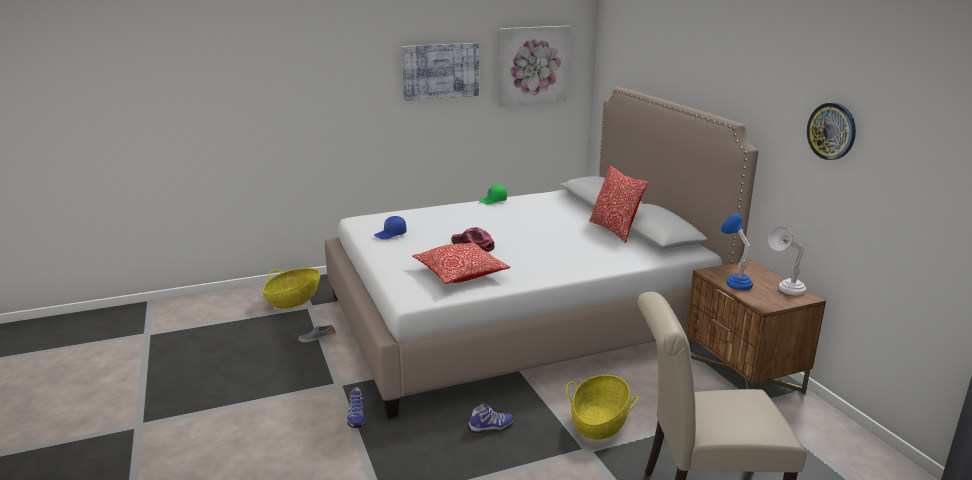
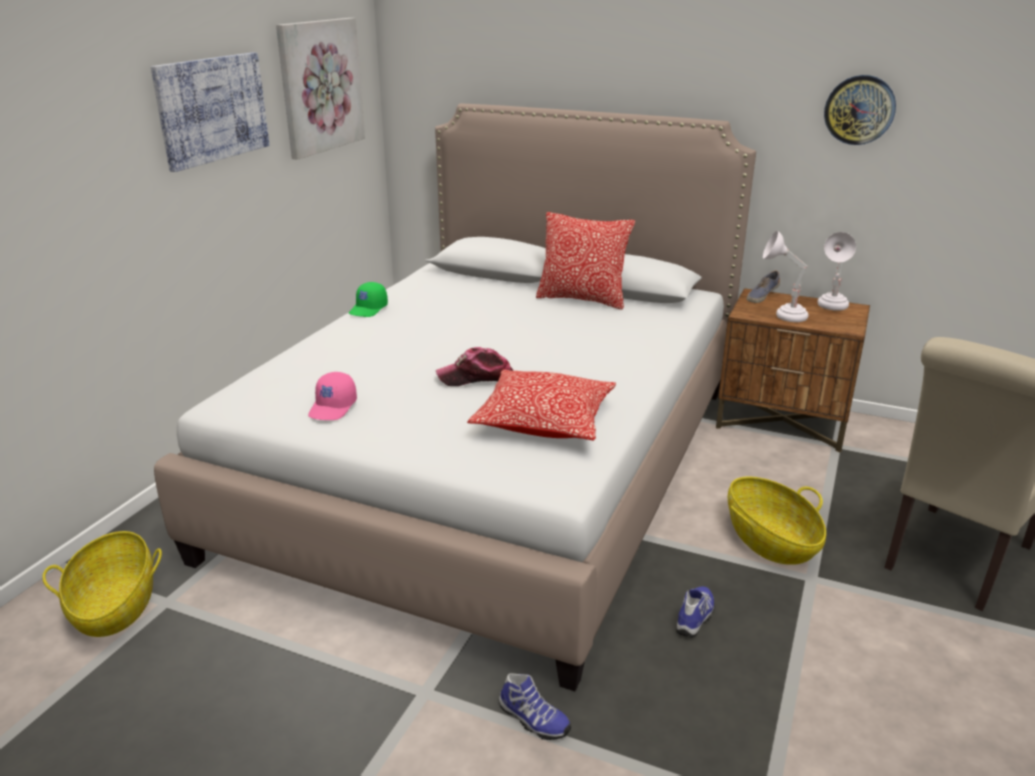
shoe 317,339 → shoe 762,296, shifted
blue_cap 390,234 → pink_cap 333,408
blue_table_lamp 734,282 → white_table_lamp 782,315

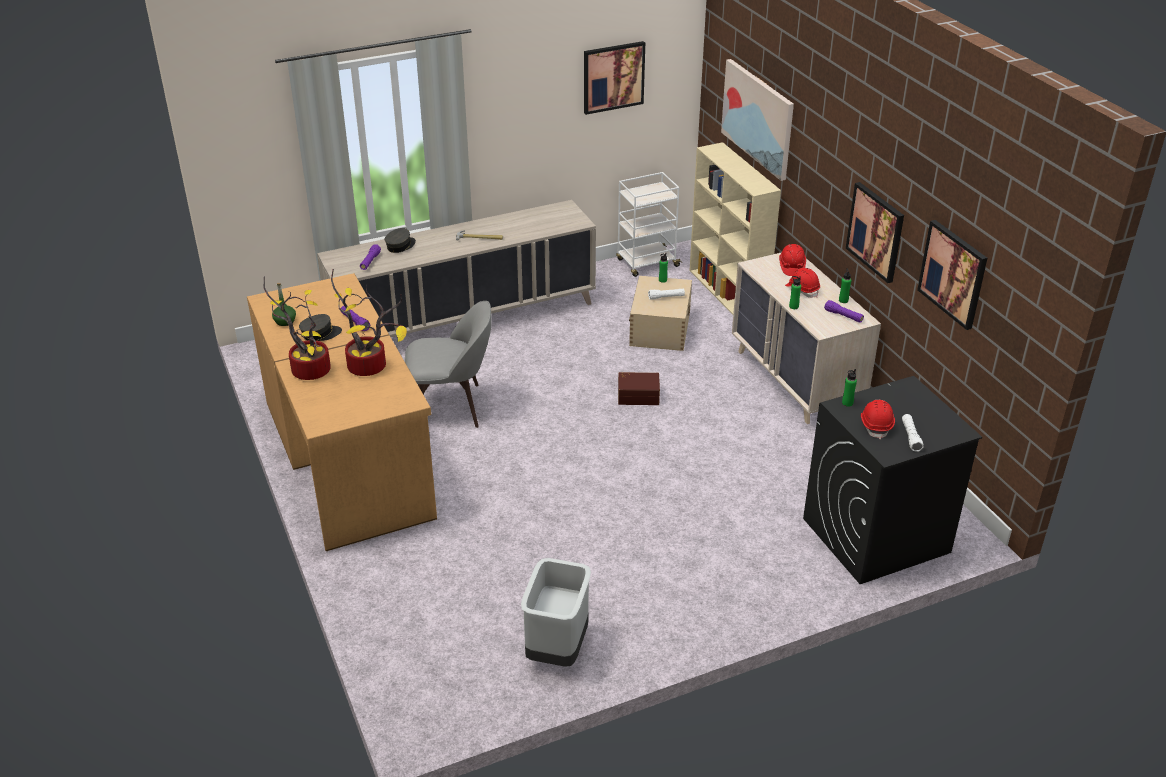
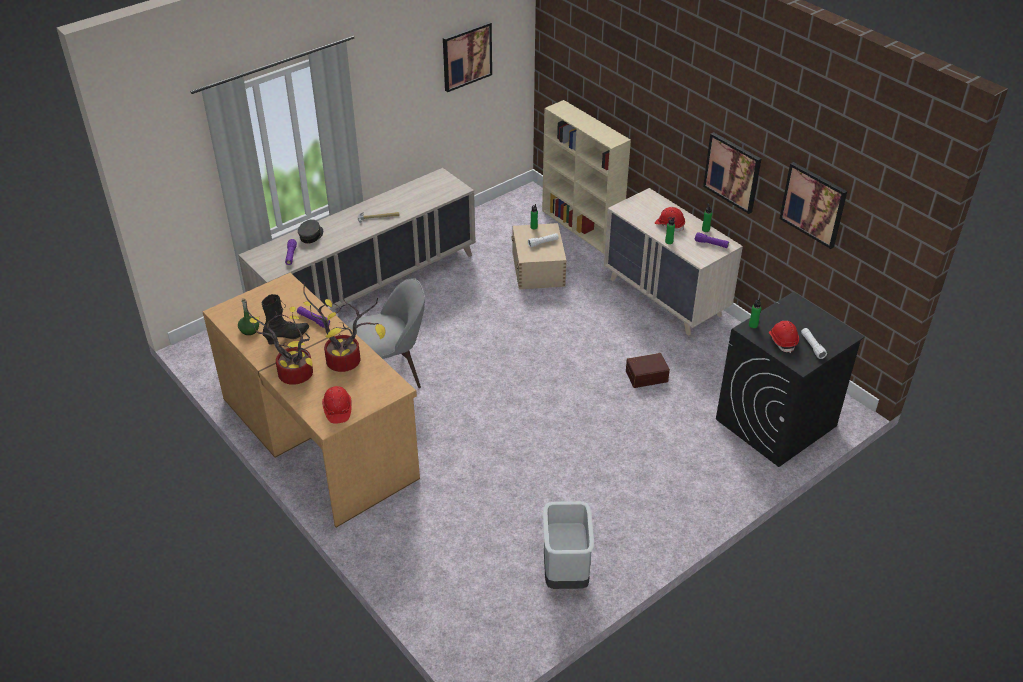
white_cart 647,263 → -
picture 758,118 → -
brown_storage_box 638,395 → brown_storage_box 646,375, shifted
red_hard_hat 791,267 → red_hard_hat 337,410, shifted
grey_cap 320,334 → black_boot 287,337

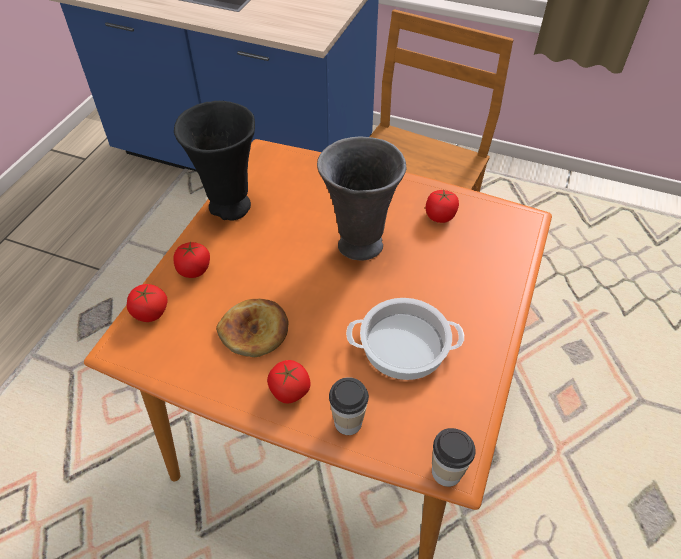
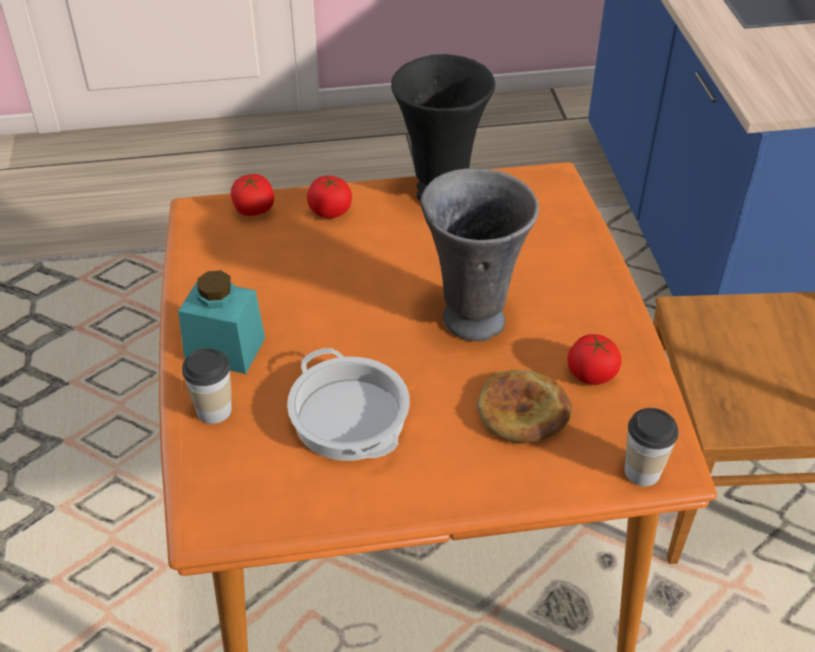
bread 254,330 → bread 522,411, shifted
cup 446,472 → cup 642,471, shifted
tomato 289,390 → turquoise_jar 225,349

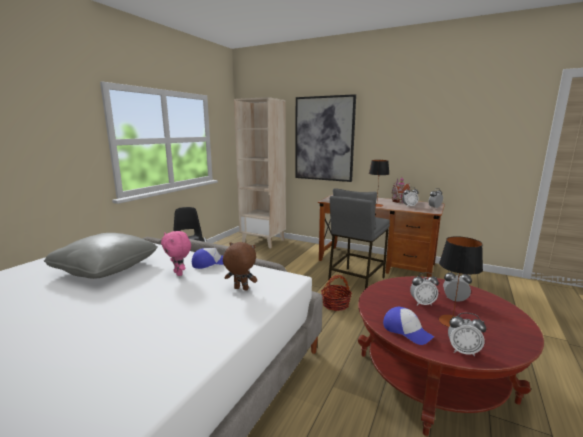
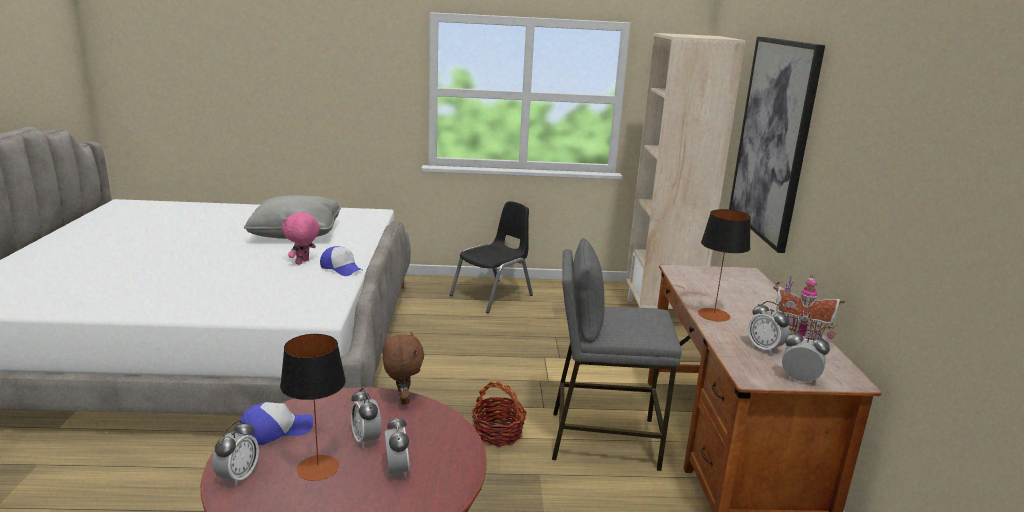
brown_plush_toy 240,289 → brown_plush_toy 402,399, shifted
cap 406,331 → cap 275,430, 135 degrees counterclockwise
alarm_clock 463,351 → alarm_clock 238,476, 150 degrees counterclockwise

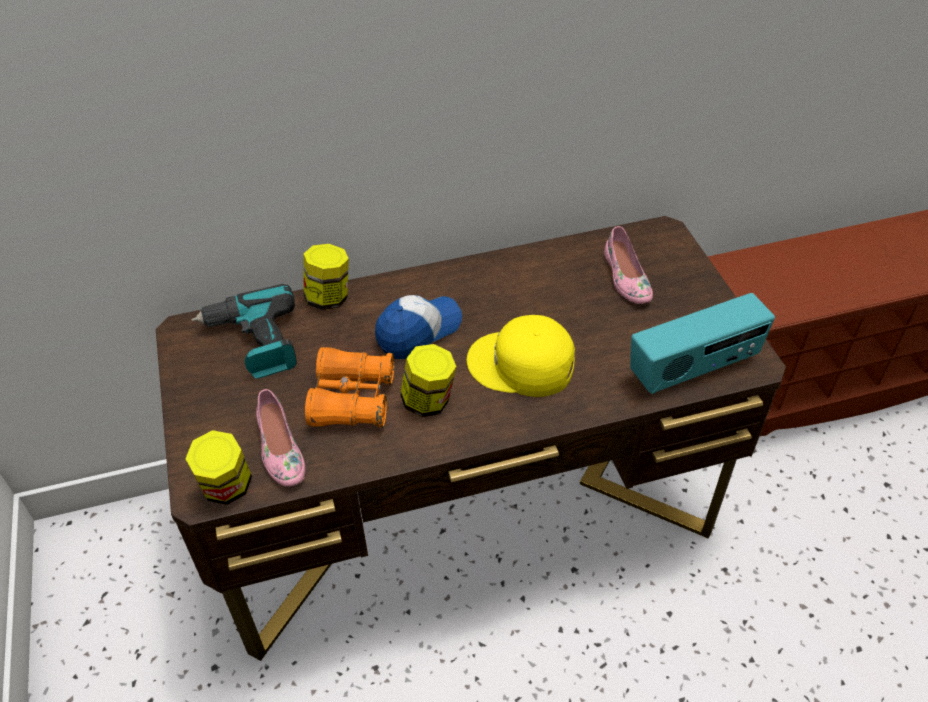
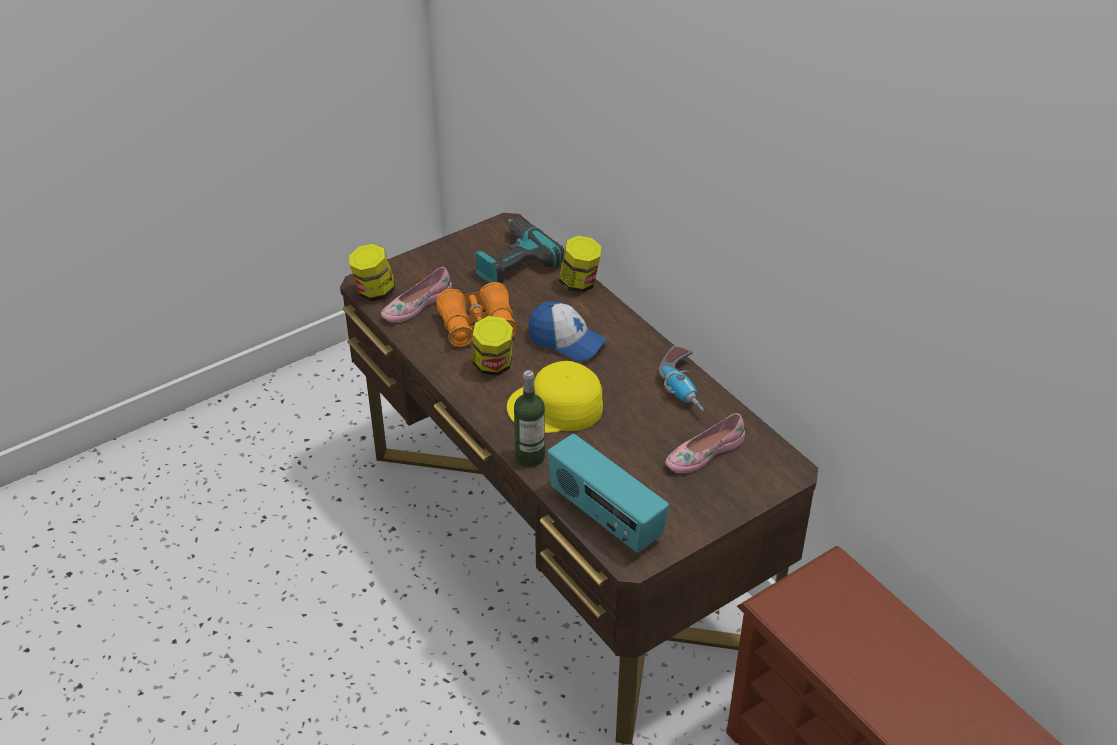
- → bottle 530,457
- → power_drill 685,387
yellow_cap 521,365 → yellow_cap 556,408, 90 degrees counterclockwise

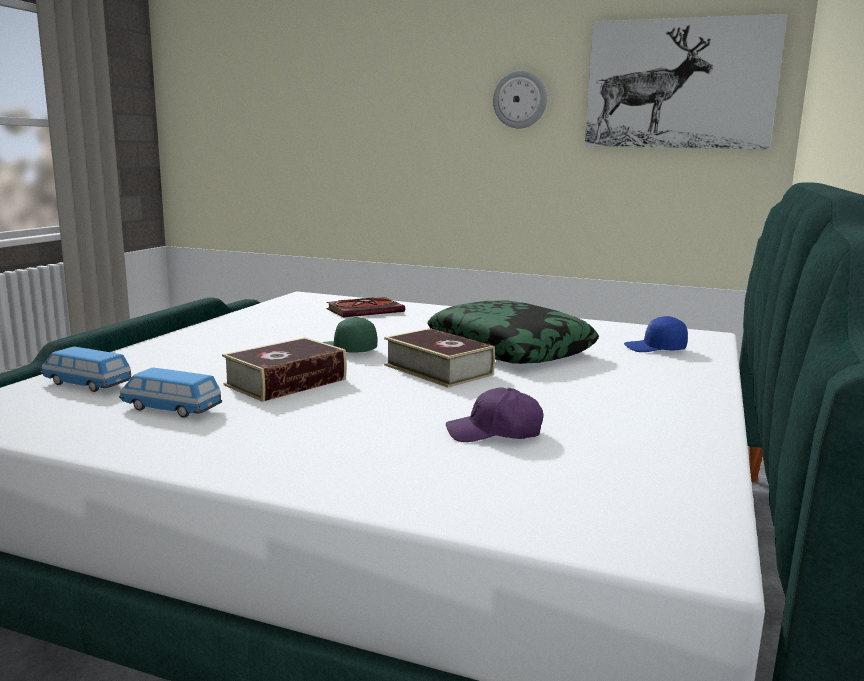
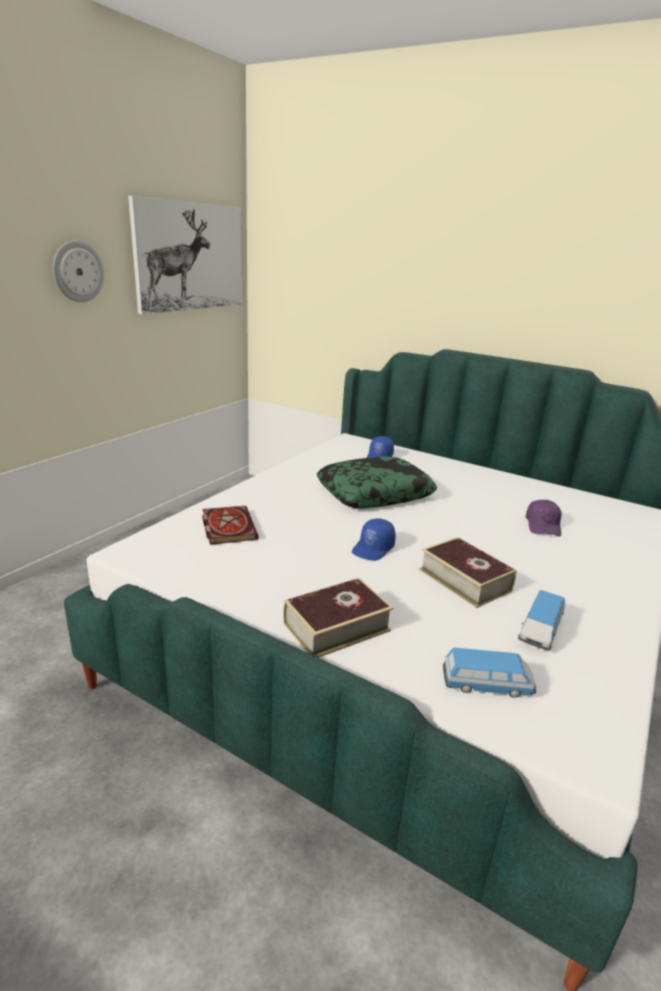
book 438,370 → book 336,627, shifted
green_cap 346,350 → blue_cap 373,549
toy_car 87,384 → toy_car 487,685, 120 degrees counterclockwise

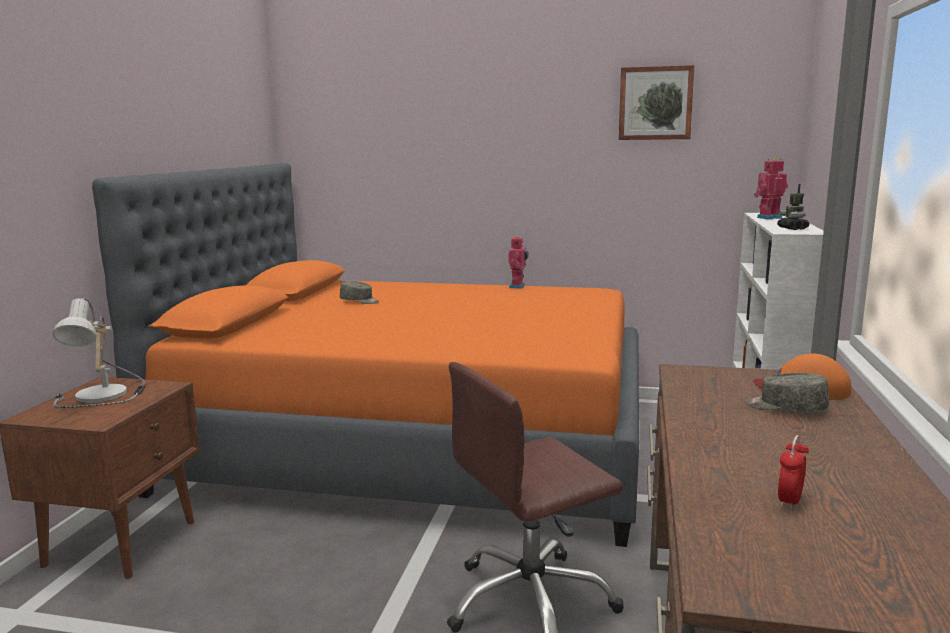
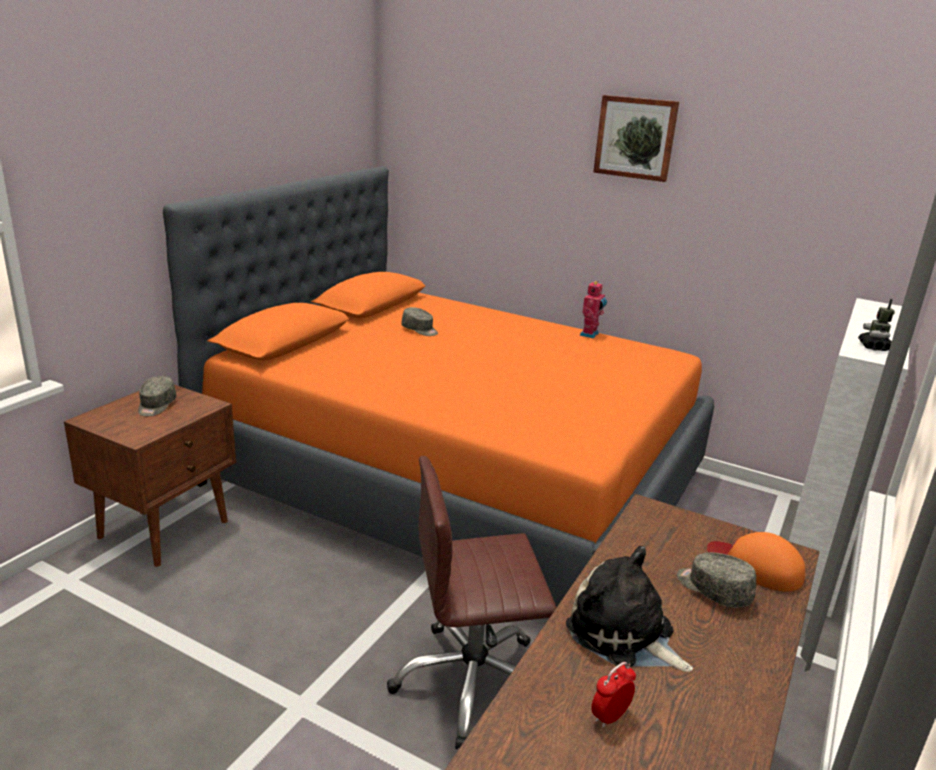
toy_robot 768,218 → -
- → plush_toy 624,635
picture 655,103 → picture 635,138, shifted
table_lamp 105,395 → grey_cap 156,406

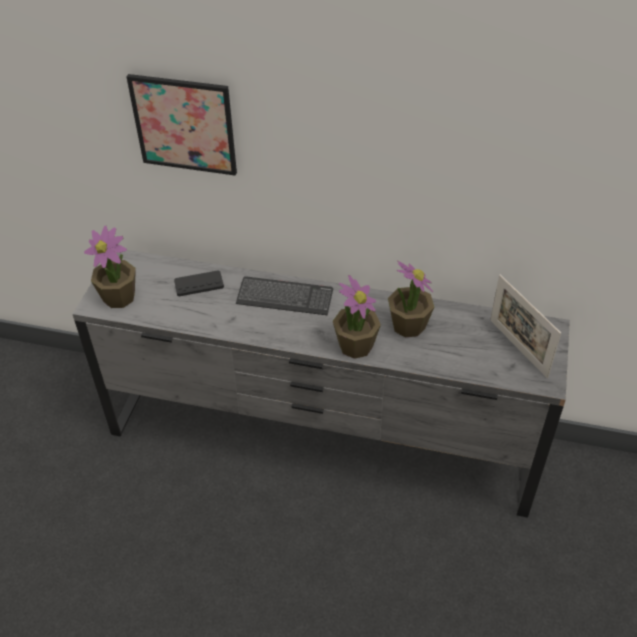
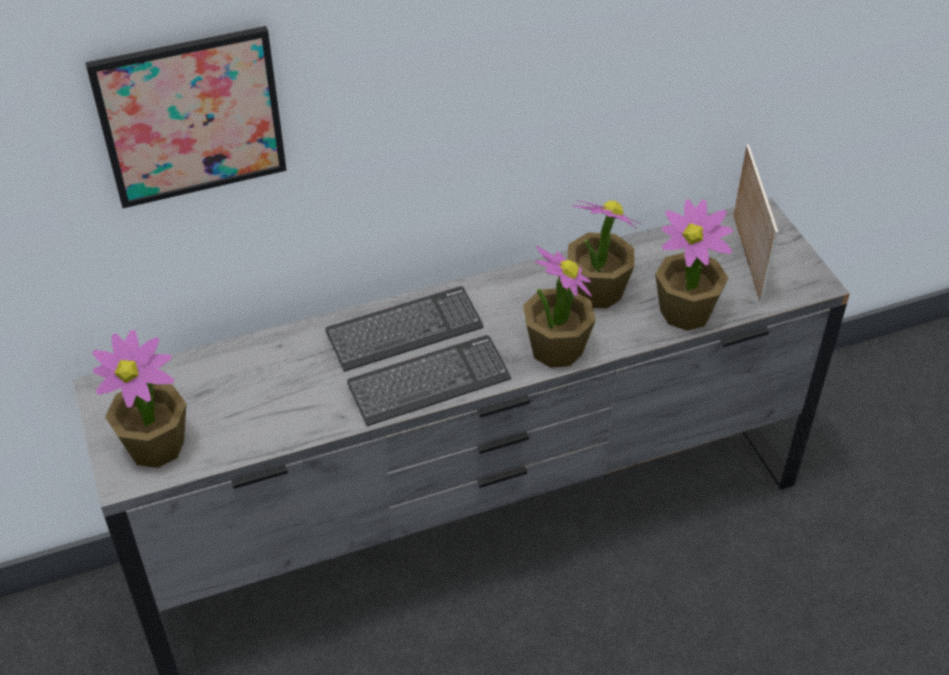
black_game_controller 199,284 → -
- → keyboard 429,383
- → potted_plant 686,312
picture_frame 518,348 → picture_frame 747,258, 120 degrees counterclockwise

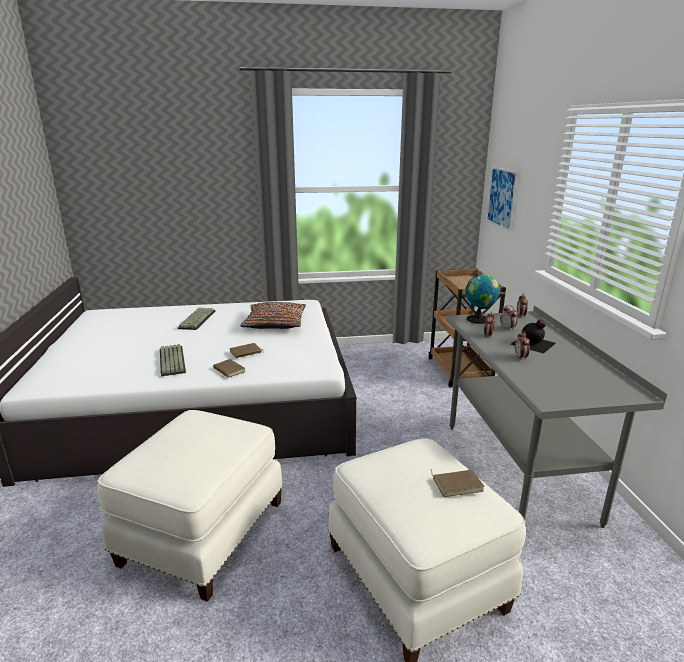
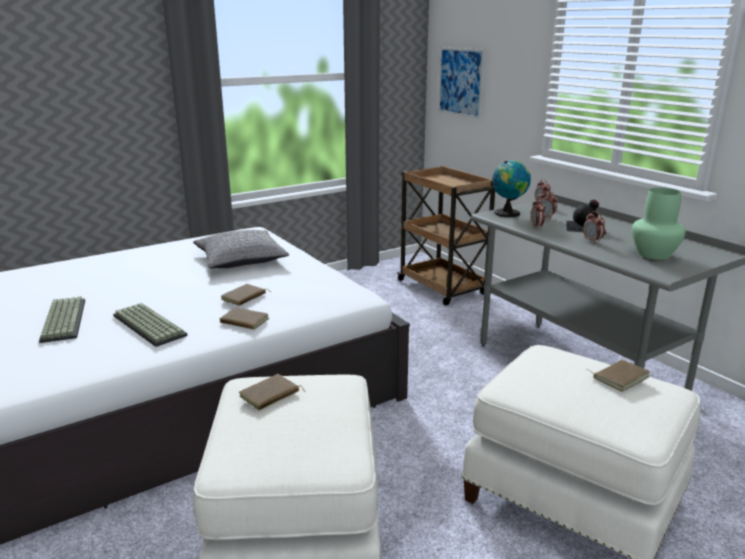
- → brown_book 270,395
- → green_vase 654,254
keyboard 196,319 → keyboard 62,320, shifted
brown_pillow 275,323 → grey_pillow 240,259

